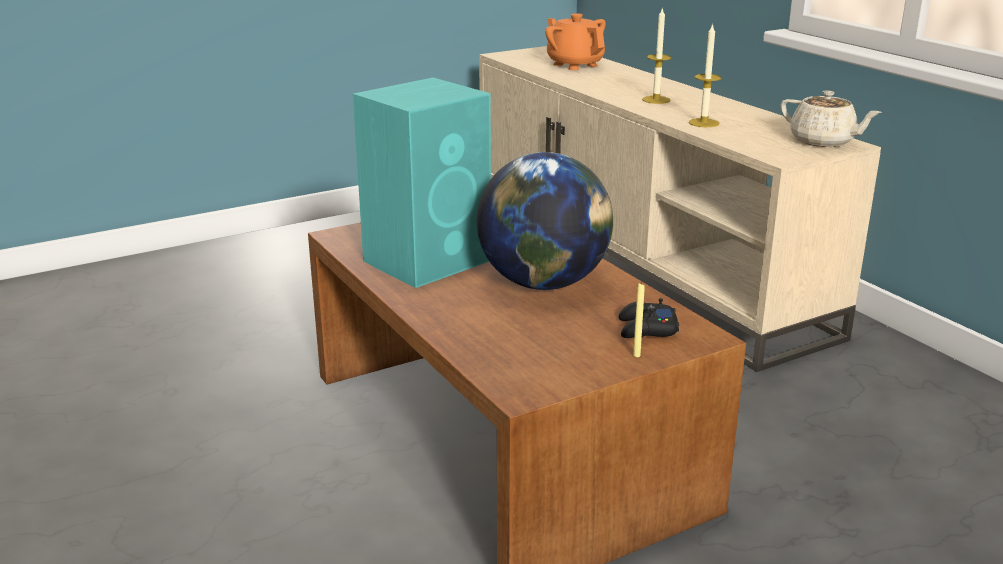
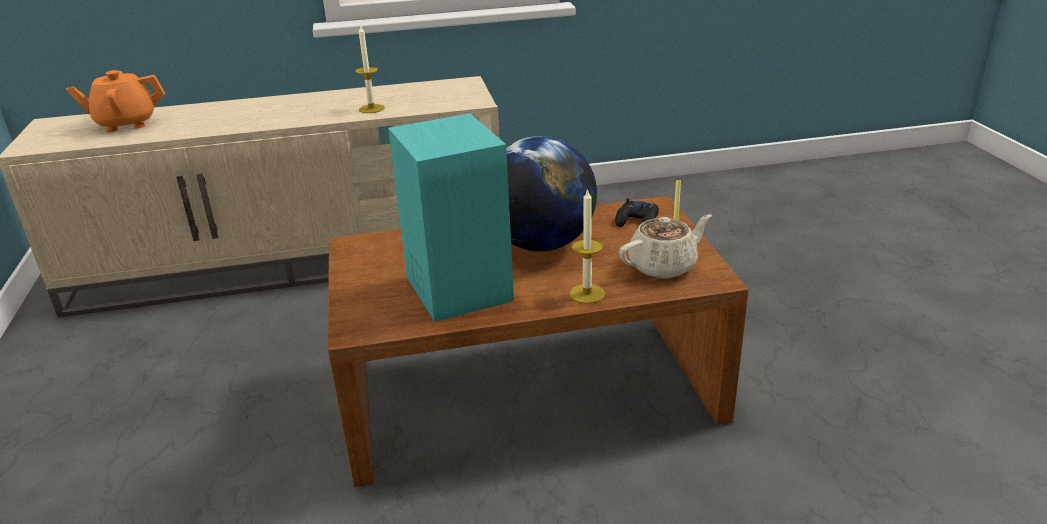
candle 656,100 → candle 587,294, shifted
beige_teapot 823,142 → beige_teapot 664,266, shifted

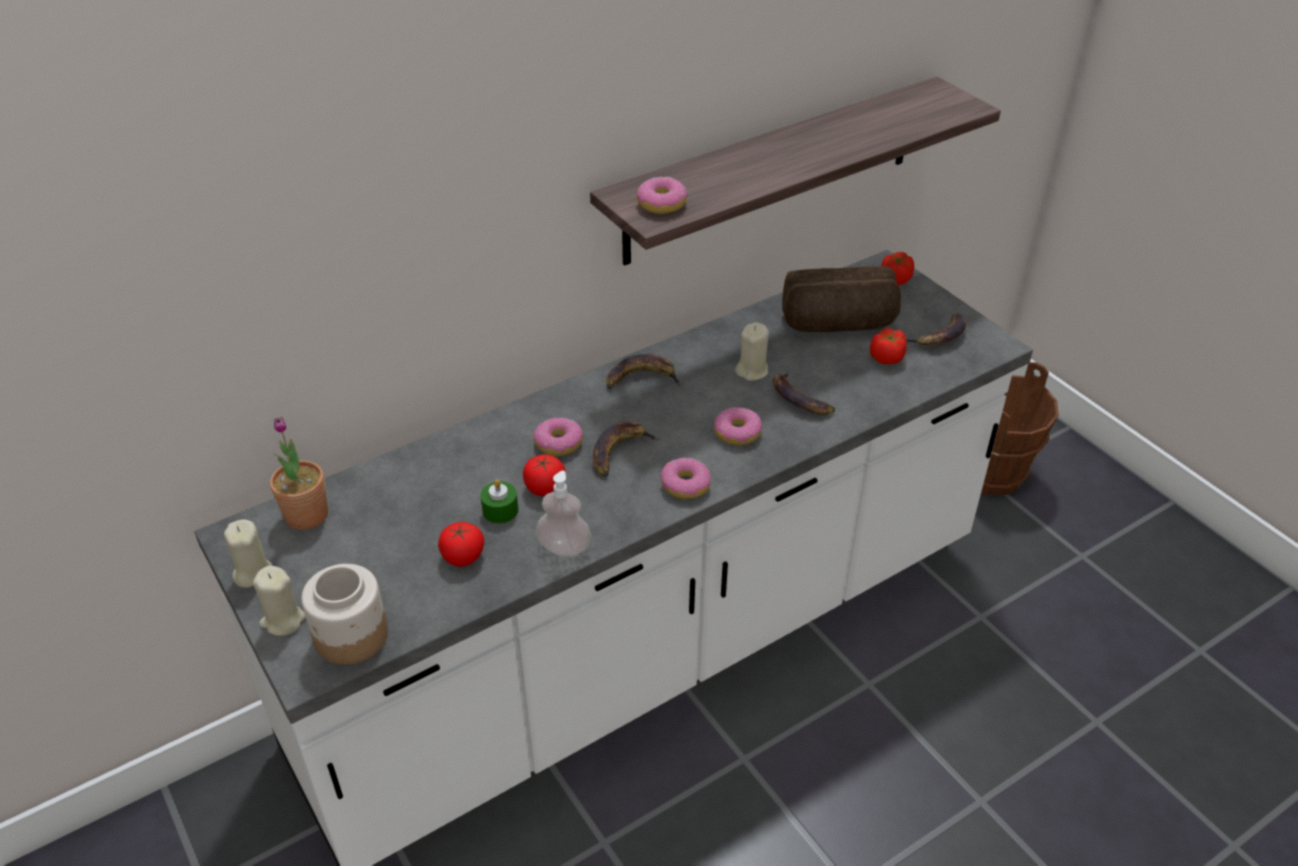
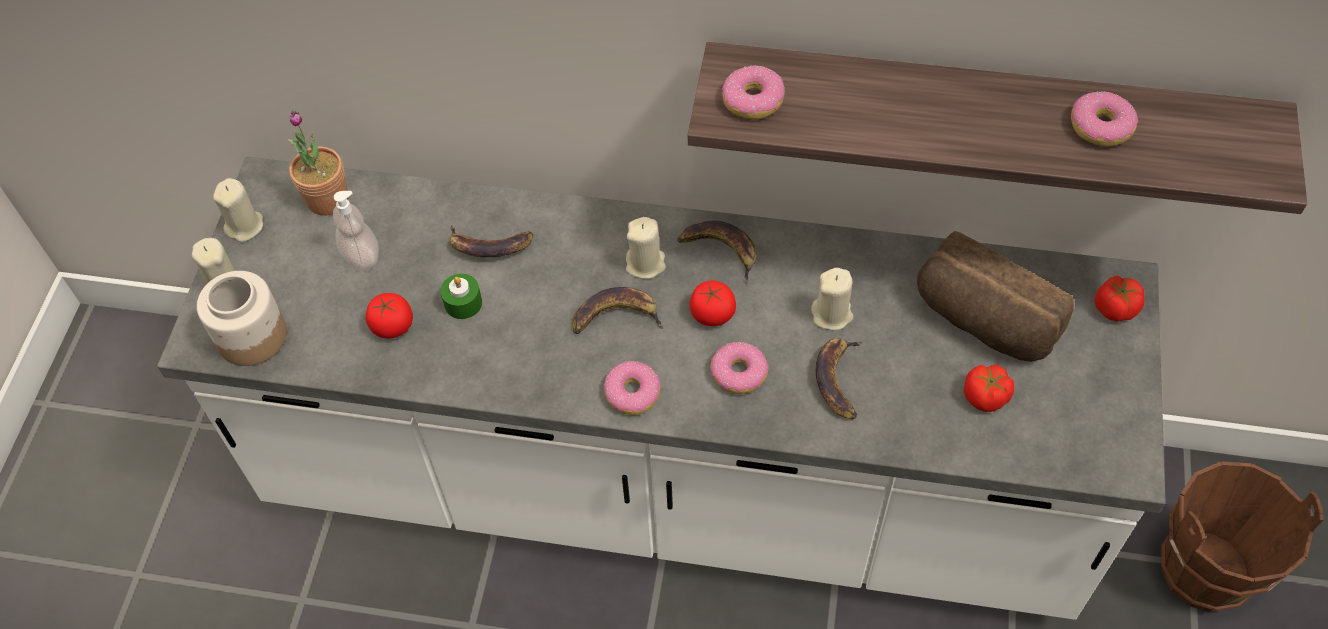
- → beige_candle 645,264
tomato 545,488 → tomato 712,314, shifted
donut 559,443 → donut 1101,127, shifted
soap_dispenser 564,547 → soap_dispenser 361,256, shifted
banana 940,336 → banana 489,246, shifted

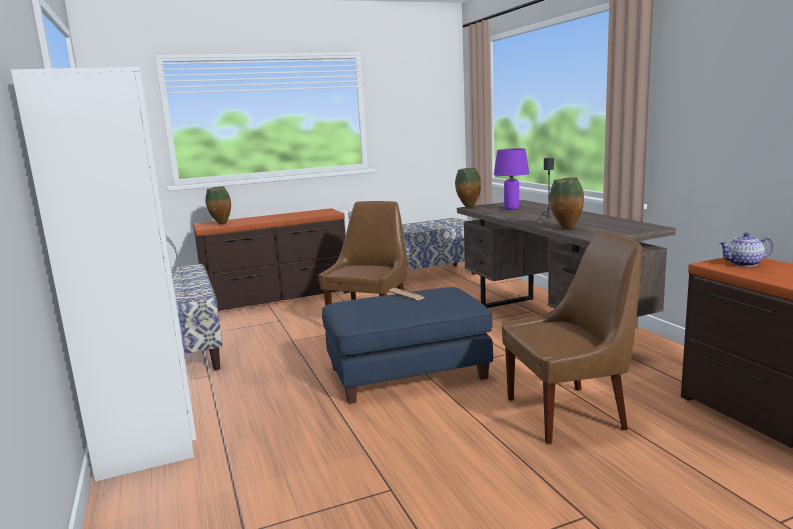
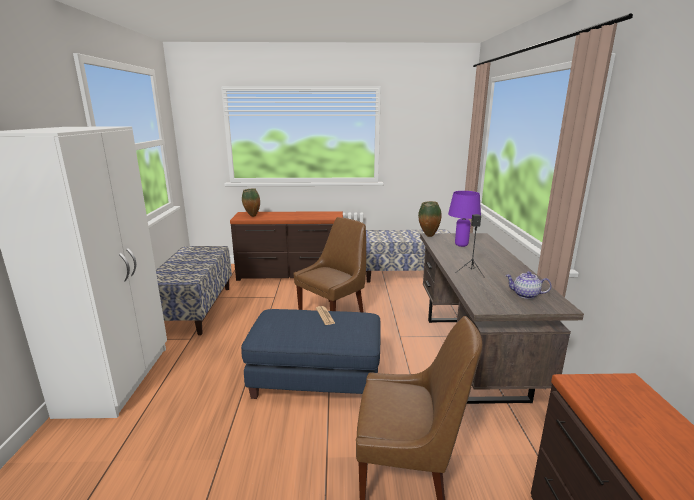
vase 566,229 → -
teapot 744,264 → teapot 525,295, shifted

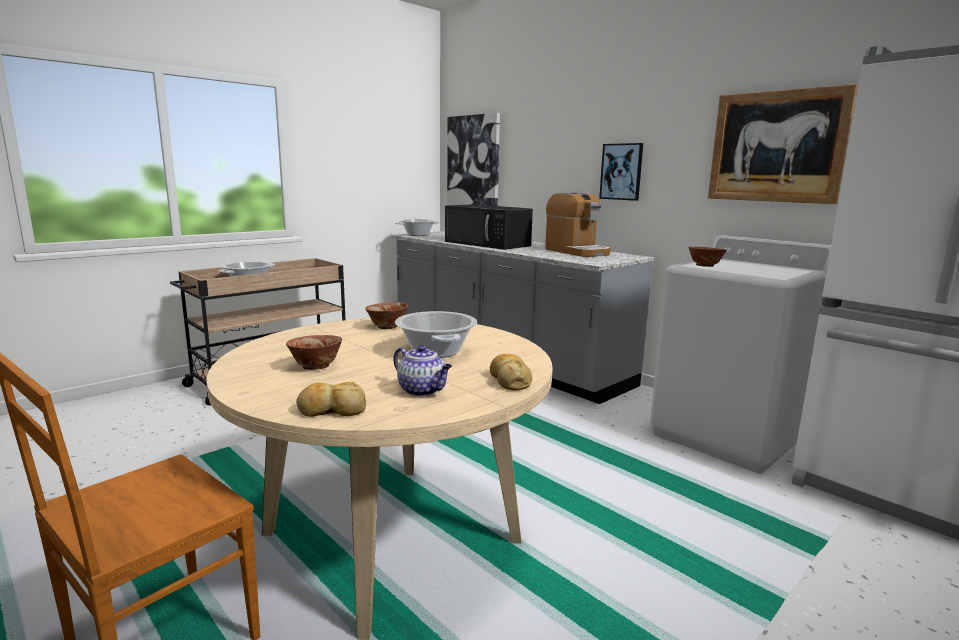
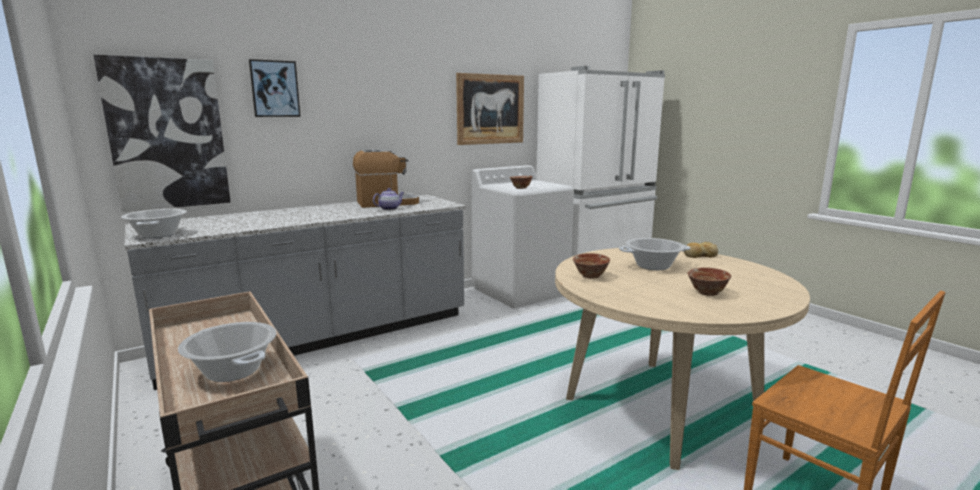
bread 331,410 → -
black_microwave 488,244 → -
teapot 423,390 → teapot 389,208, shifted
picture 621,171 → picture 274,89, shifted

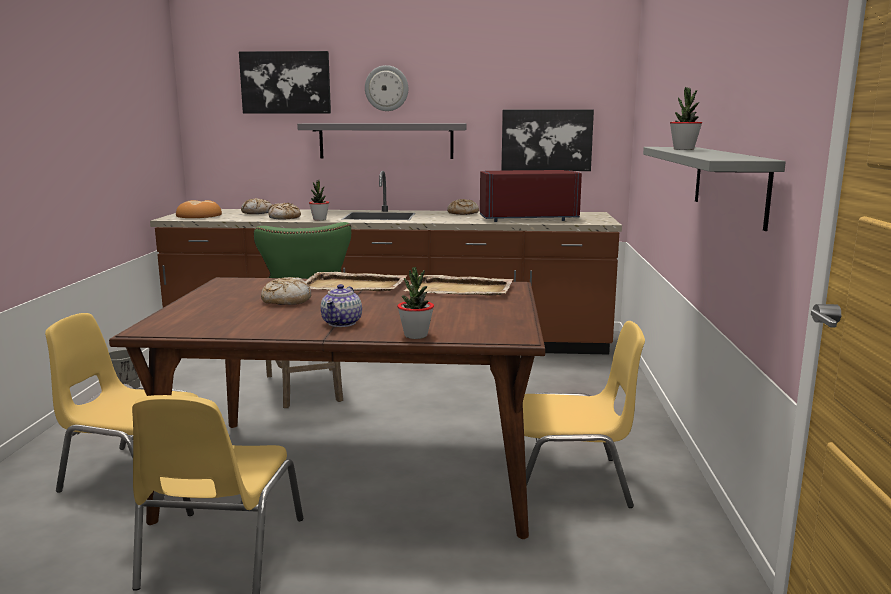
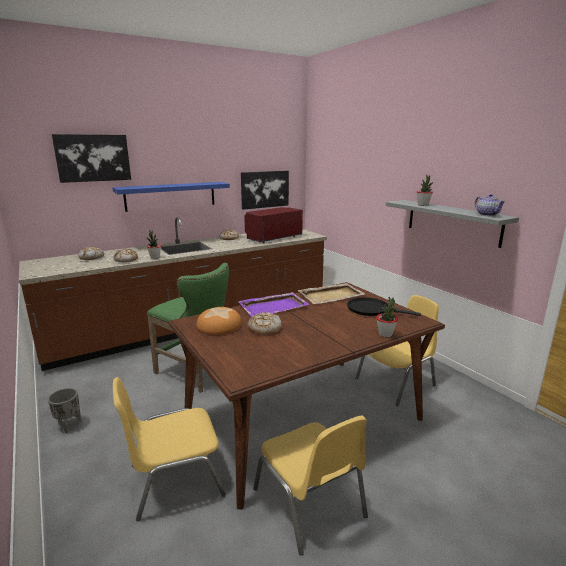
wall_clock 386,88 → -
- → black_frying_pan 371,310
bread 199,216 → bread 219,325, shifted
teapot 342,323 → teapot 487,215, shifted
grey_shelf 386,141 → blue_shelf 171,196
beige_tray 354,286 → purple_tray 274,306

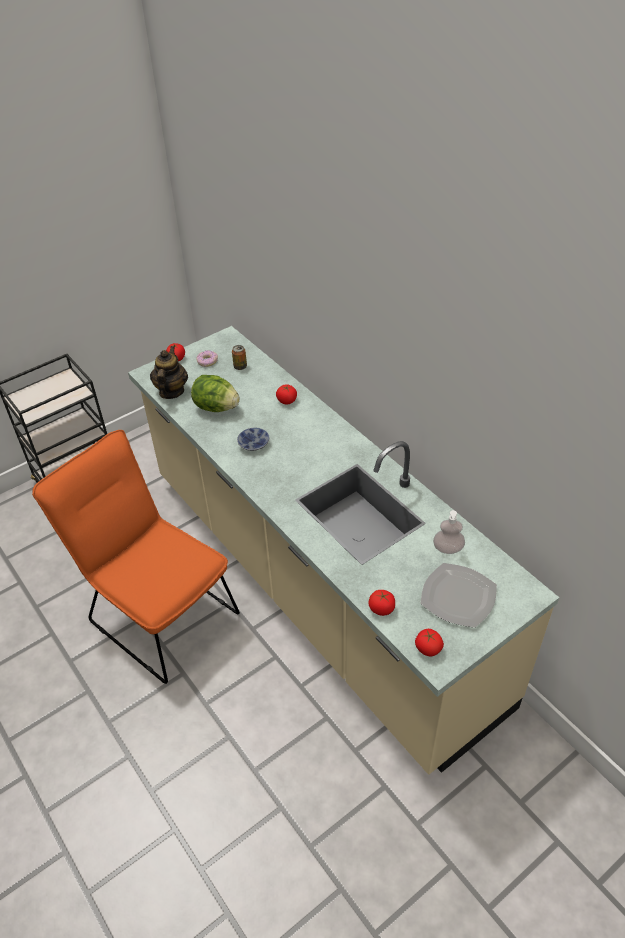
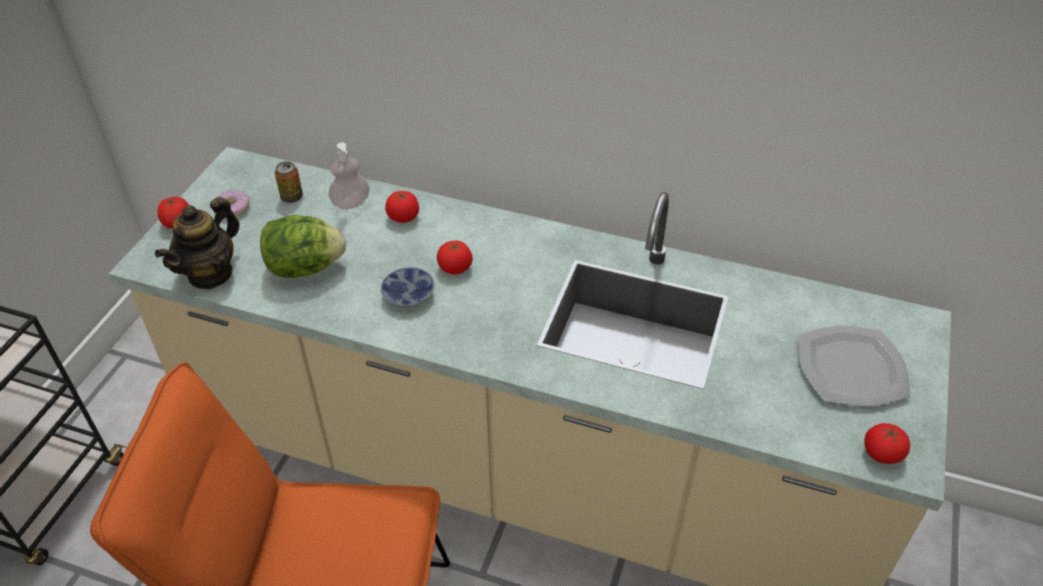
tomato 381,609 → tomato 455,268, shifted
soap_dispenser 448,548 → soap_dispenser 351,203, shifted
teapot 171,391 → teapot 210,273, 120 degrees counterclockwise

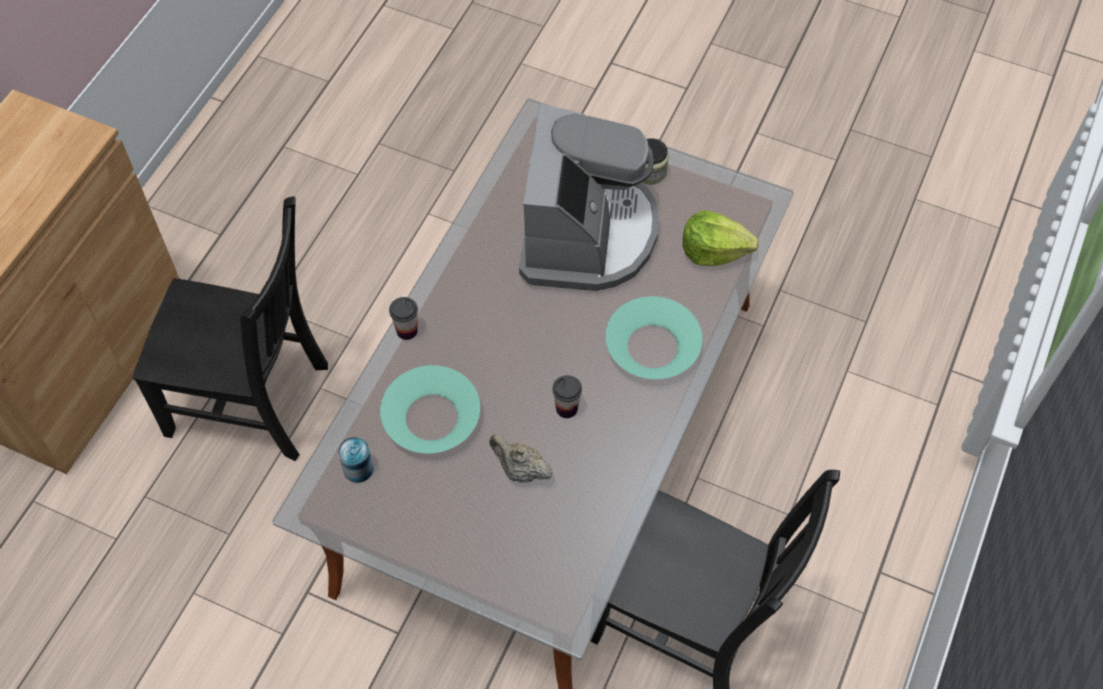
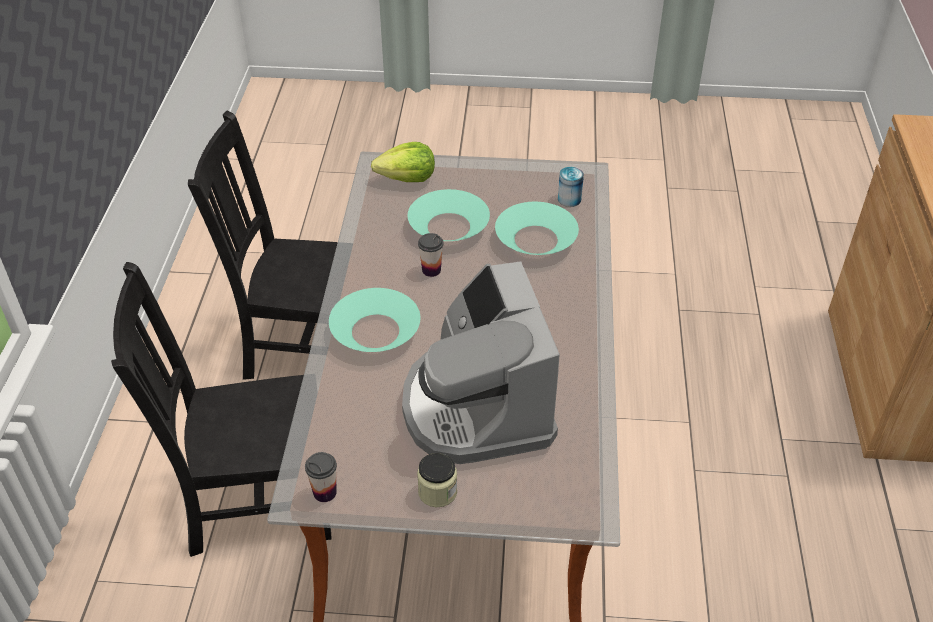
black_chair 253,401 → black_chair 254,500, shifted
cup 407,330 → cup 325,492, shifted
lettuce 714,250 → lettuce 407,178, shifted
beige_teapot 520,470 → turquoise_bowl 449,226

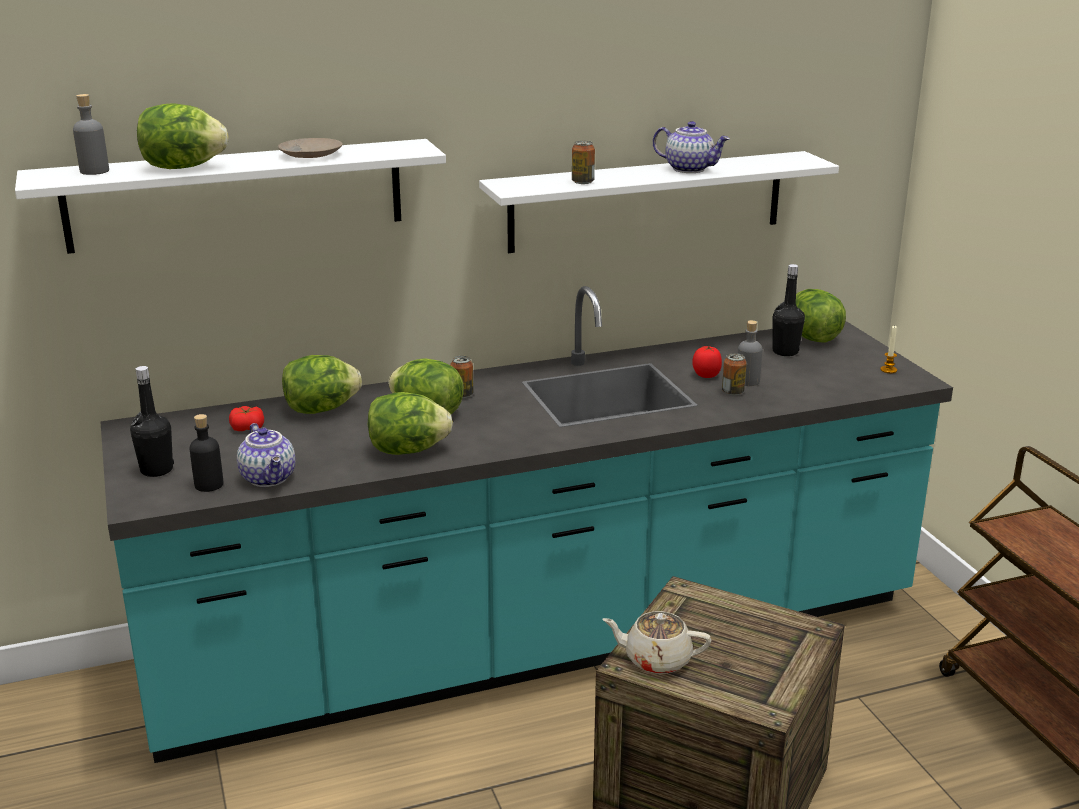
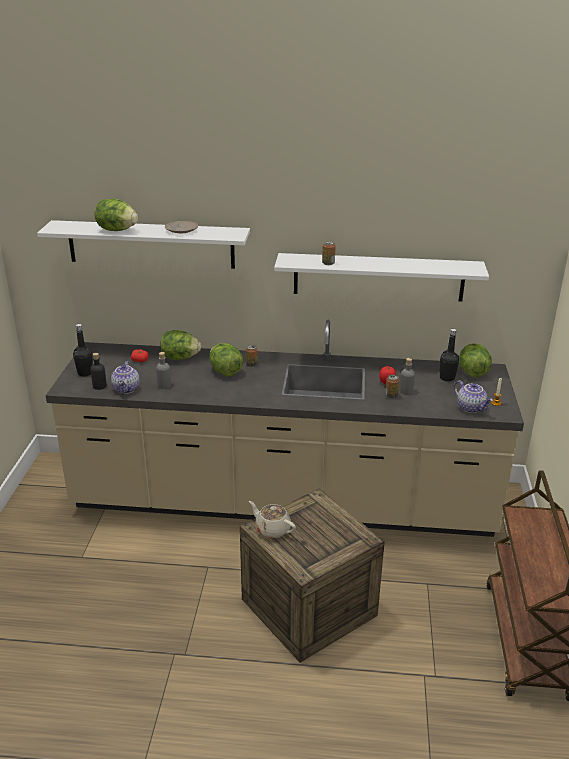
lettuce 407,450 → -
grey_bottle 94,171 → grey_bottle 164,385, shifted
teapot 690,169 → teapot 471,408, shifted
turquoise_counter 539,641 → beige_counter 283,501

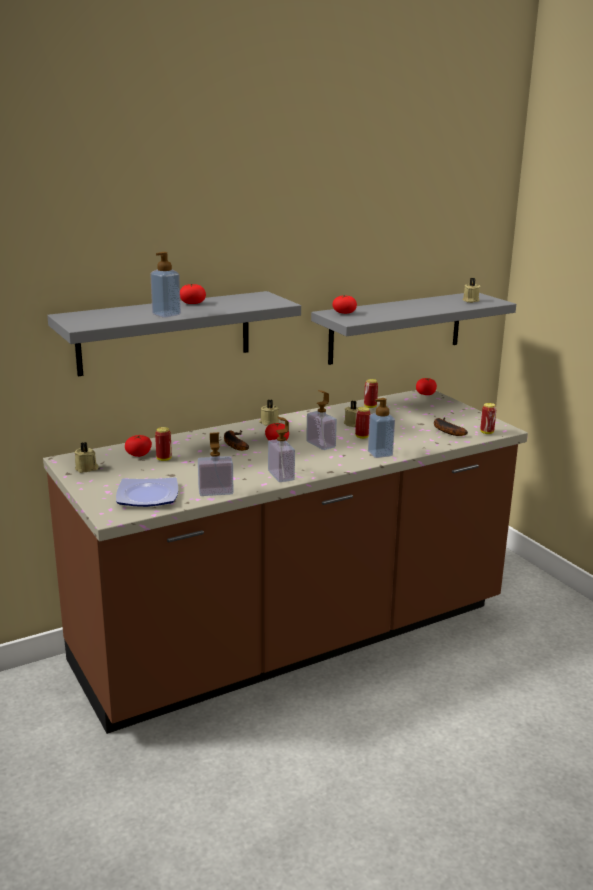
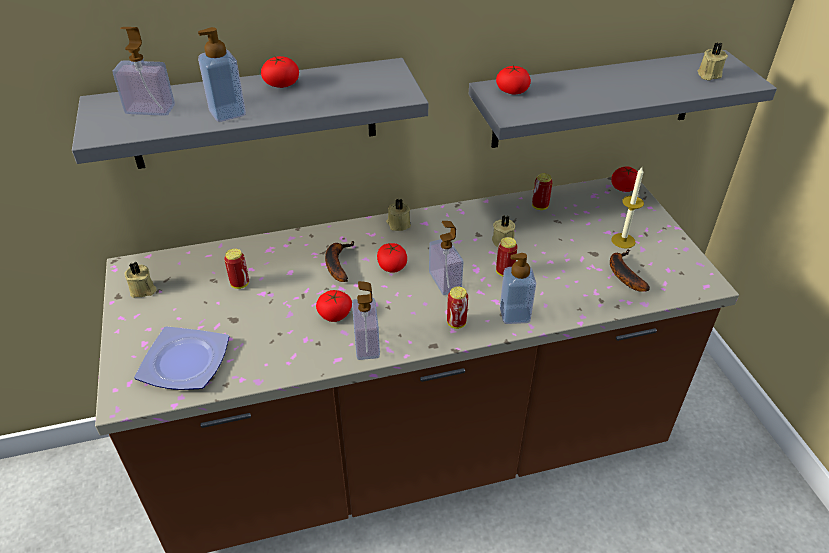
- → candle 623,240
tomato 138,454 → tomato 335,314, shifted
soap_dispenser 215,492 → soap_dispenser 150,109, shifted
can 486,432 → can 456,323, shifted

